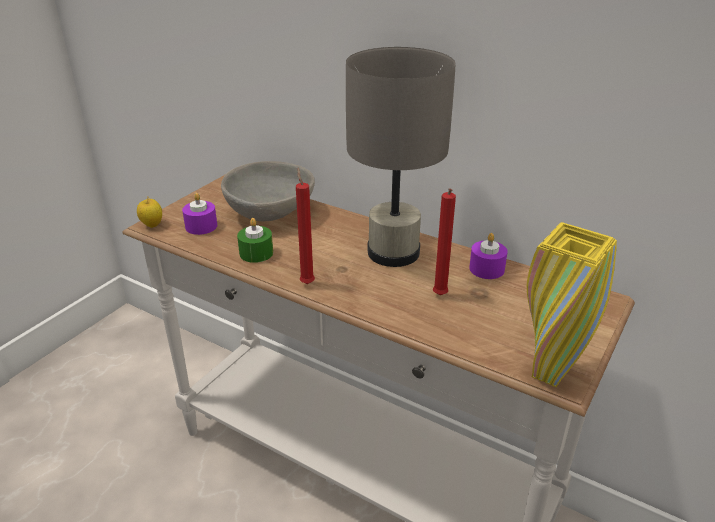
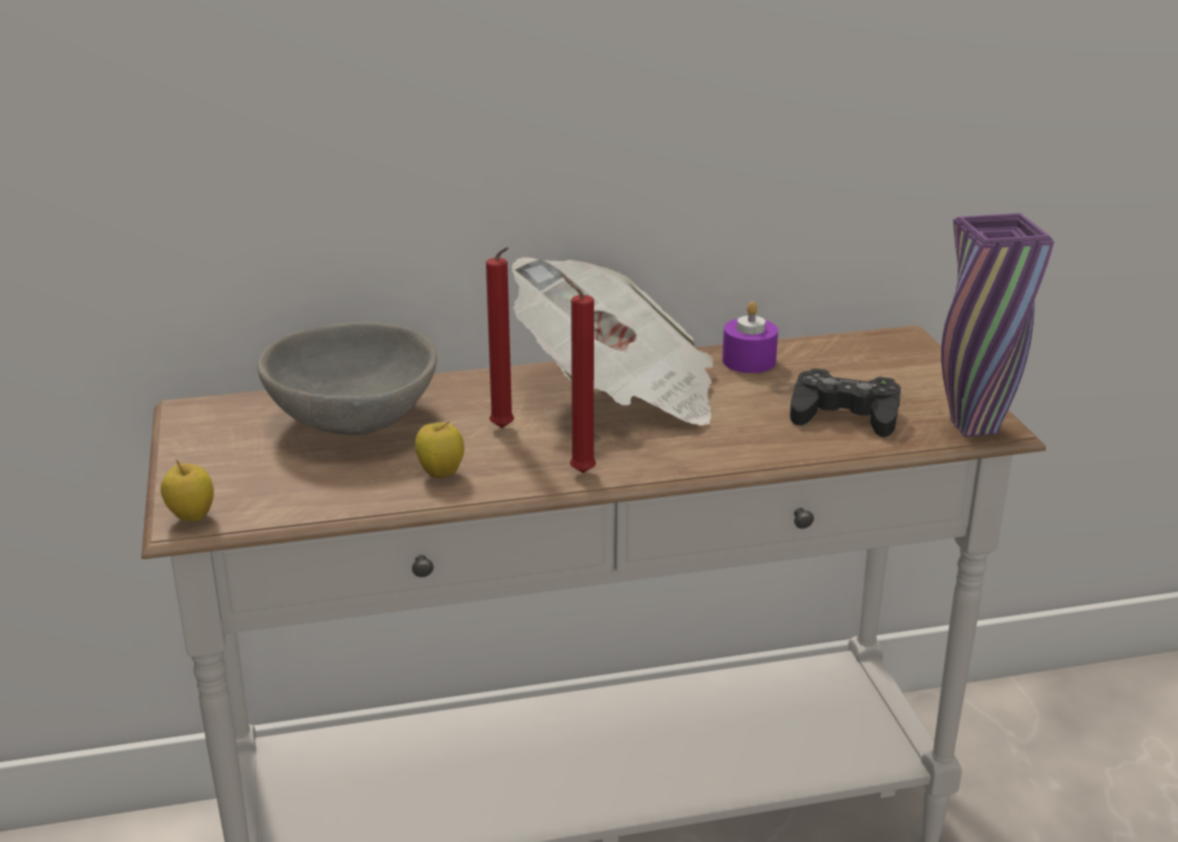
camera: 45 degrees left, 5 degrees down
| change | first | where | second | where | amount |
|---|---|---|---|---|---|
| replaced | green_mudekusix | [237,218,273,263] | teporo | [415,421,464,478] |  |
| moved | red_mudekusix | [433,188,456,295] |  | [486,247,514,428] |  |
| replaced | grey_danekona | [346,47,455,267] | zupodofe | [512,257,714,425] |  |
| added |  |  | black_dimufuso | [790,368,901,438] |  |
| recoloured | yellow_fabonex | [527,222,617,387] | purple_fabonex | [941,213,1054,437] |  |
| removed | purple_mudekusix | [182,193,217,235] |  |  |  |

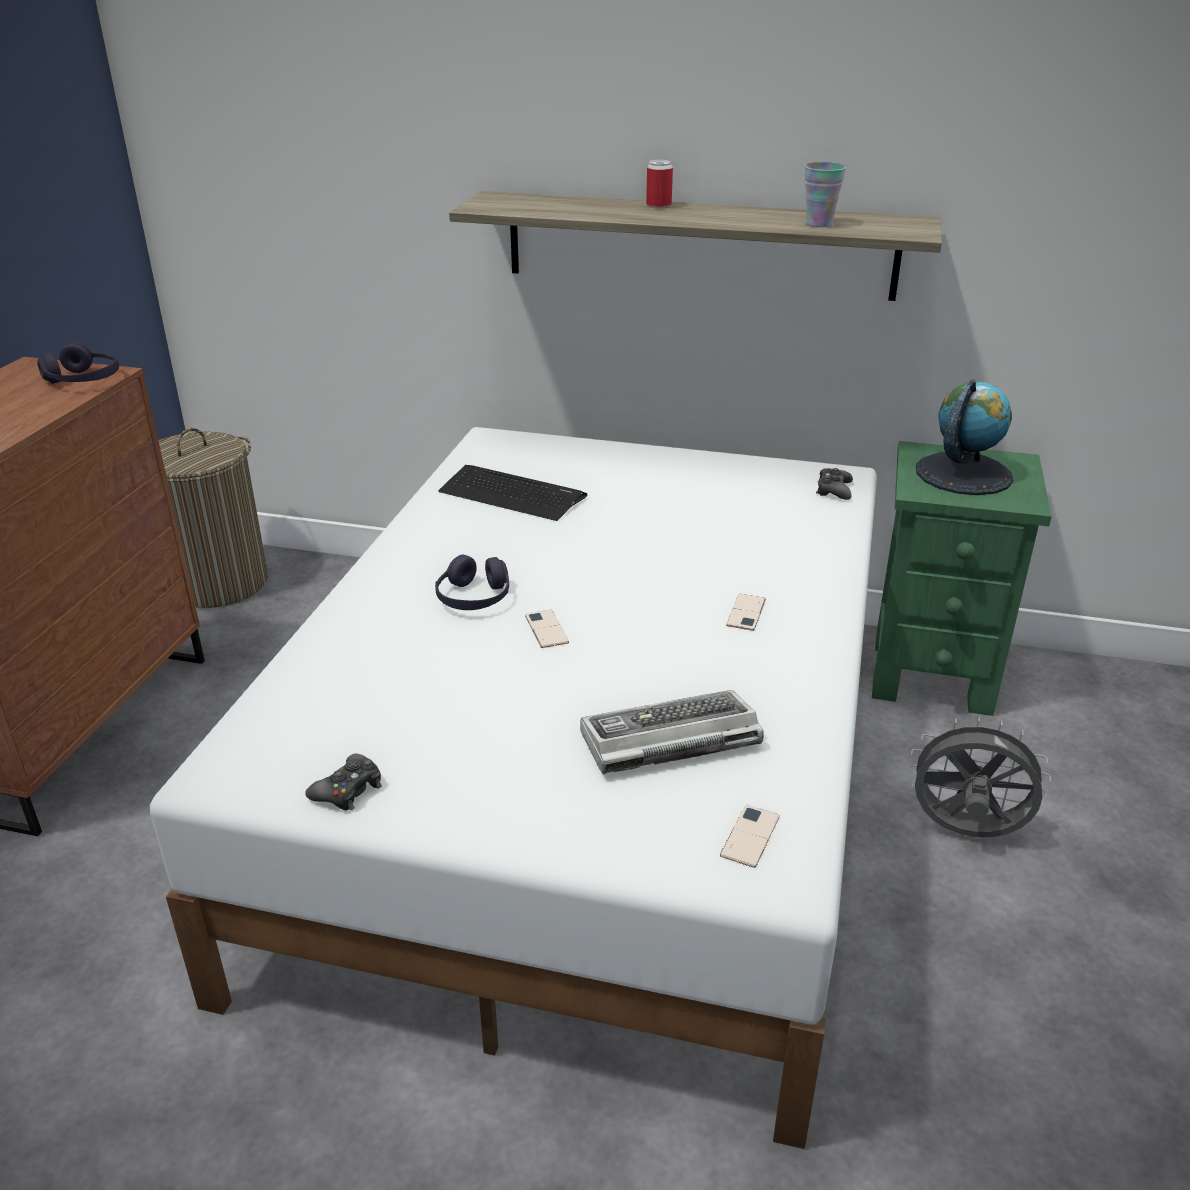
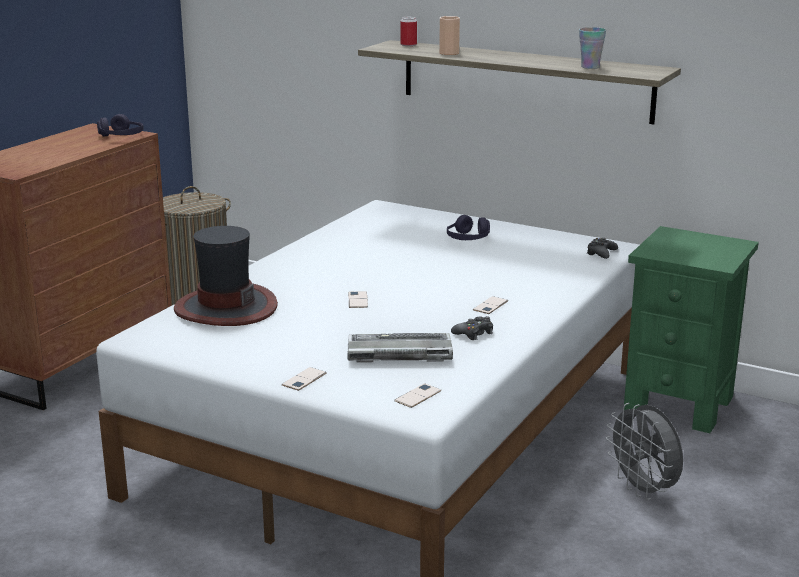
camera: 15 degrees right, 10 degrees down
| change | first | where | second | where | amount |
|---|---|---|---|---|---|
| added |  |  | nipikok | [174,226,278,326] |  |
| added |  |  | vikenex | [282,367,327,391] |  |
| moved | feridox | [646,160,673,208] |  | [400,17,417,46] |  |
| added |  |  | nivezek | [439,16,460,55] |  |
| moved | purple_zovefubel | [435,555,509,610] |  | [447,215,490,240] |  |
| moved | black_dimufuso | [305,753,382,810] |  | [451,316,493,340] |  |
| turned | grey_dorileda | [908,716,1051,837] |  | [606,403,683,500] | 150 degrees counterclockwise |
| removed | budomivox | [438,465,588,521] |  |  |  |
| removed | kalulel | [916,379,1013,495] |  |  |  |

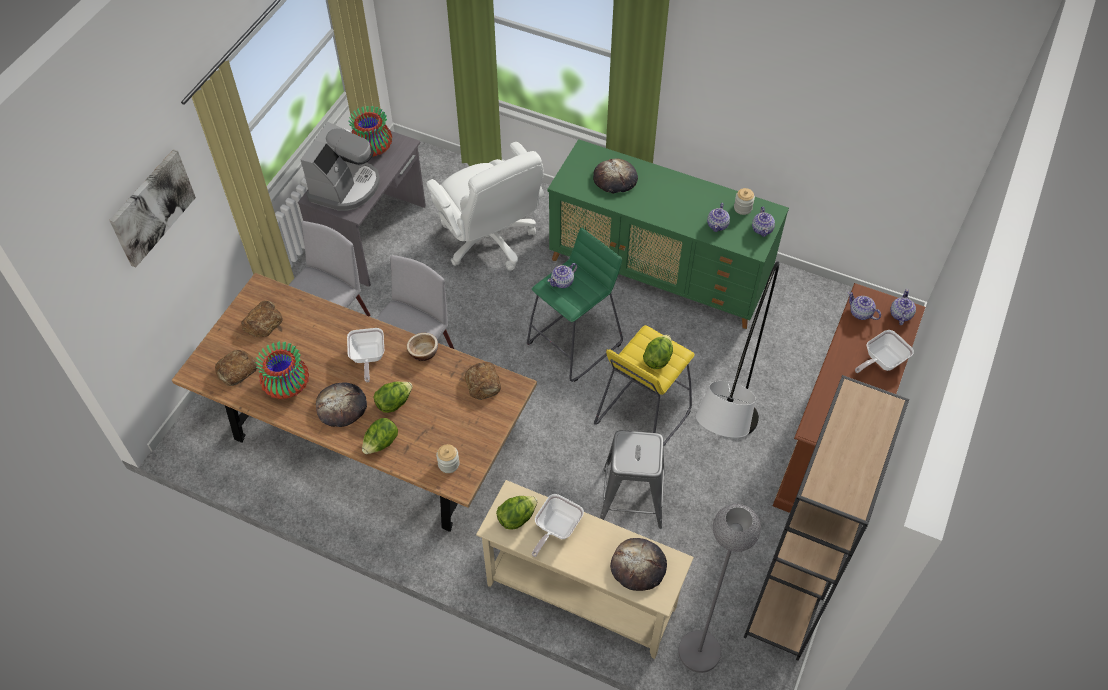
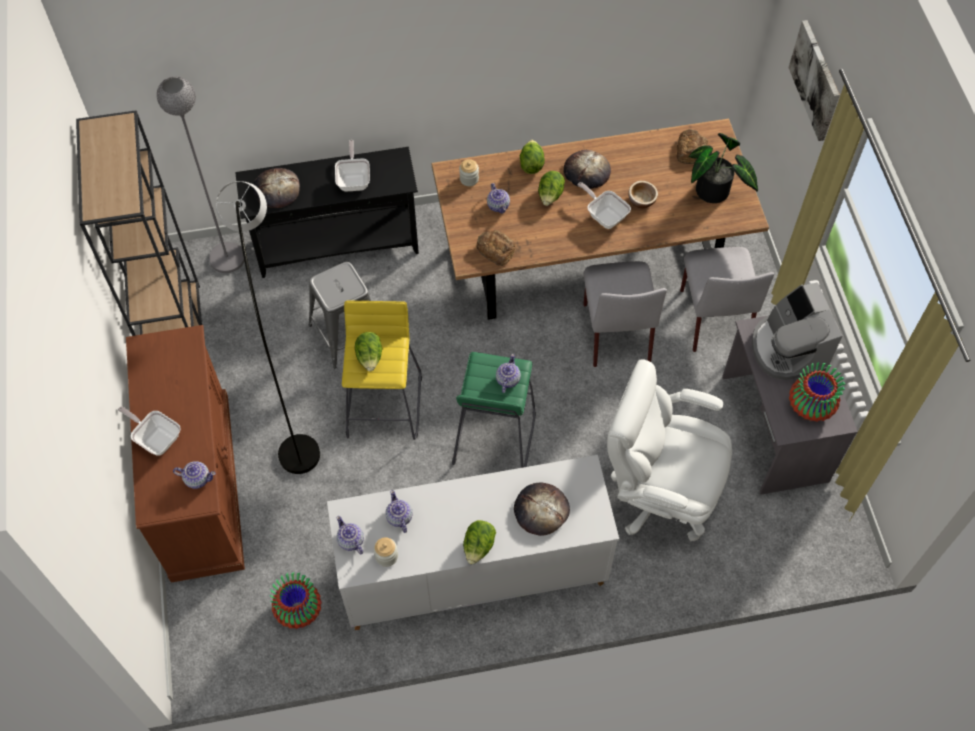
camera: 145 degrees right, 5 degrees up
| change | first | where | second | where | amount |
|---|---|---|---|---|---|
| turned | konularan | [855,330,914,373] |  | [118,406,181,455] | 75 degrees counterclockwise |
| recoloured | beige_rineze | [476,480,694,659] | black_rineze | [235,147,419,278] |  |
| moved | fabonex | [255,341,309,400] |  | [270,572,322,629] |  |
| recoloured | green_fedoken | [547,139,789,329] | white_fedoken | [327,455,619,630] |  |
| moved | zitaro | [496,496,538,530] |  | [463,520,496,564] |  |
| moved | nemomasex | [890,289,916,325] |  | [487,183,510,214] |  |
| moved | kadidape | [407,333,438,361] |  | [629,181,658,208] |  |
| replaced | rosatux | [241,301,283,338] | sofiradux | [688,133,758,203] |  |

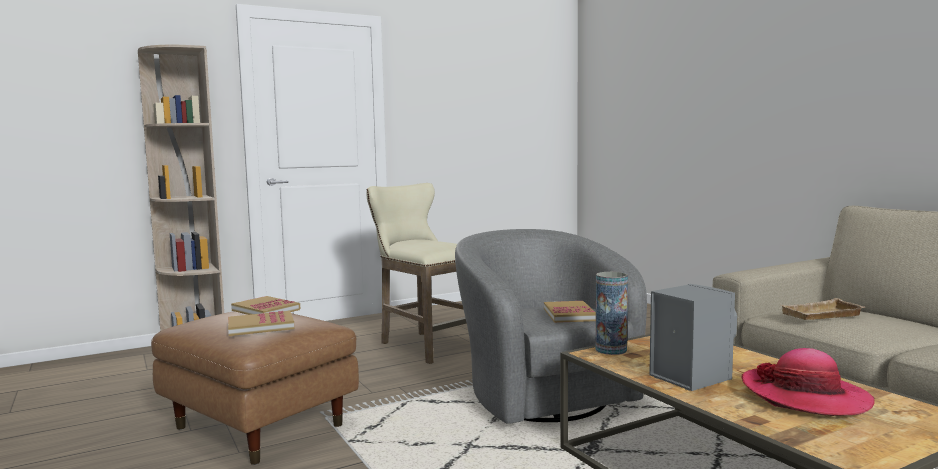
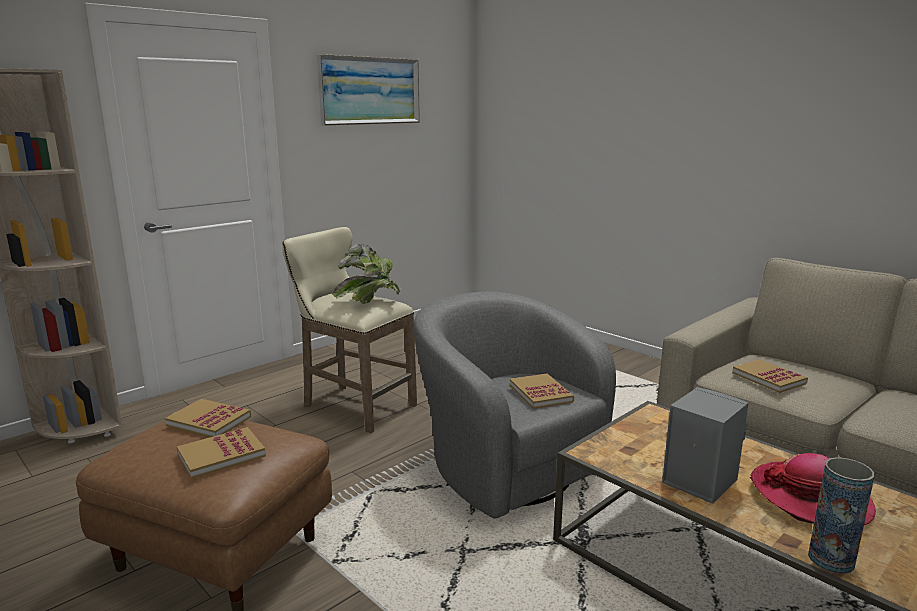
camera: 15 degrees left, 10 degrees up
| change | first | where | second | where | amount |
|---|---|---|---|---|---|
| added |  |  | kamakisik | [317,54,420,125] |  |
| added |  |  | sofiradux | [332,244,401,304] |  |
| replaced | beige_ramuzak | [781,298,865,320] | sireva | [732,359,808,393] |  |
| moved | fabonex | [596,272,628,355] |  | [808,457,874,574] |  |

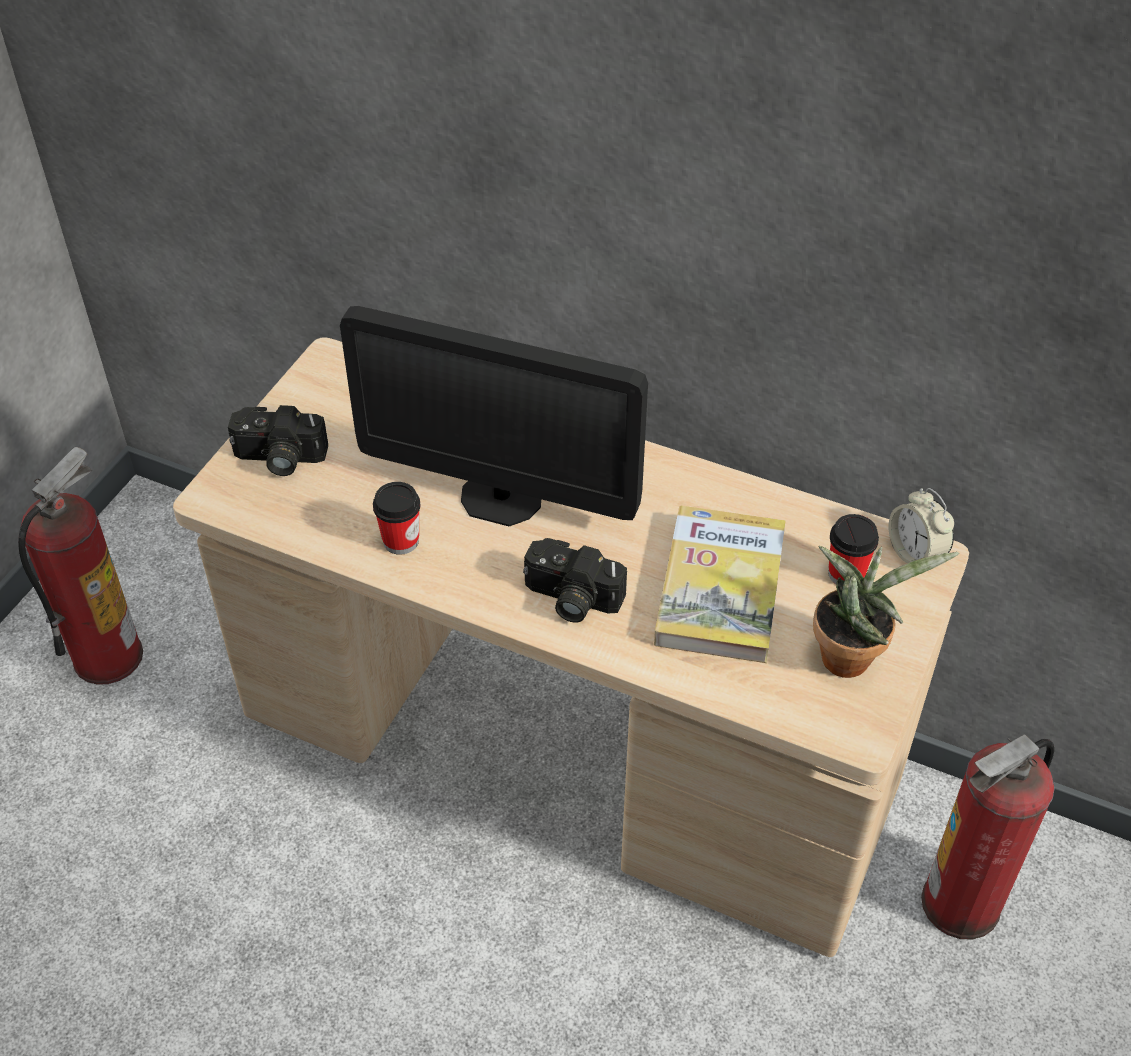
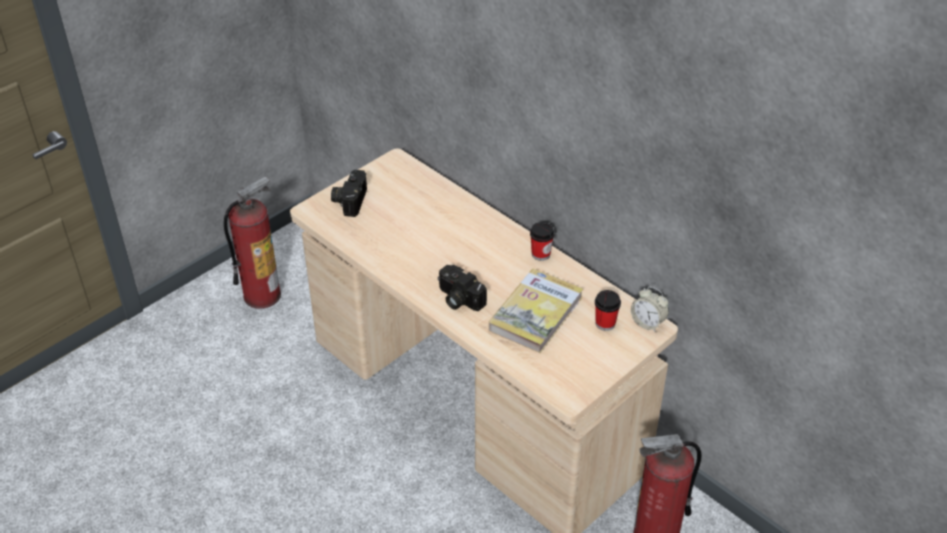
camera: 20 degrees right, 5 degrees down
| change | first | where | second | where | amount |
|---|---|---|---|---|---|
| turned | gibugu | [228,405,328,476] |  | [331,170,367,217] | 75 degrees clockwise |
| moved | nivezek | [373,482,421,555] |  | [530,222,554,261] |  |
| turned | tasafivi | [889,488,954,564] |  | [631,287,669,332] | 45 degrees counterclockwise |
| removed | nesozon | [340,306,648,527] |  |  |  |
| removed | sofiradux | [813,546,959,678] |  |  |  |

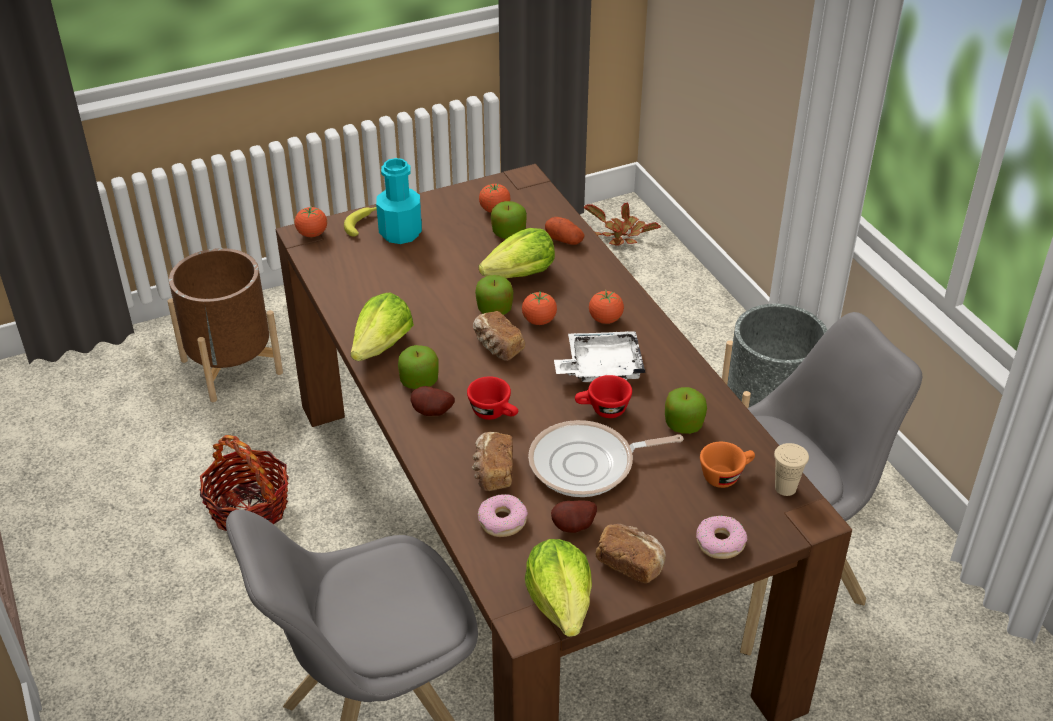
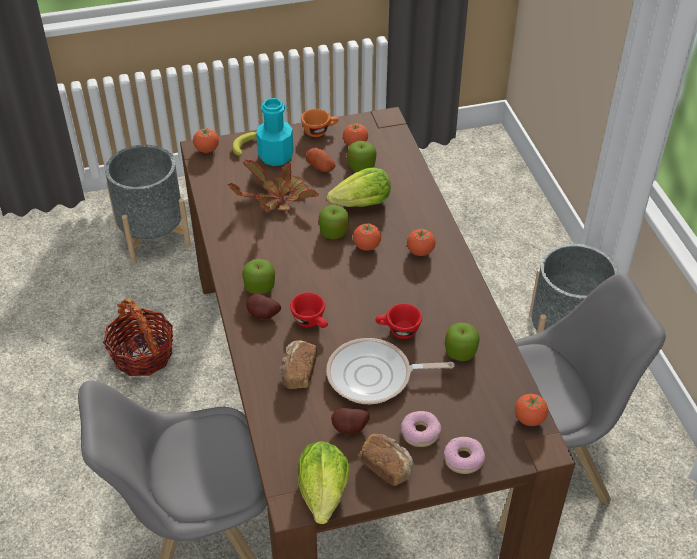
camera: 10 degrees right, 5 degrees up
| change | first | where | second | where | amount |
|---|---|---|---|---|---|
| recoloured | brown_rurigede | [167,248,283,402] | grey_rurigede | [105,145,191,264] |  |
| moved | sofiradux | [583,203,661,246] |  | [228,160,319,211] |  |
| moved | orange_nivezek | [700,442,755,488] |  | [301,109,338,137] |  |
| moved | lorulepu | [545,217,584,245] |  | [306,148,336,172] |  |
| moved | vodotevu | [478,494,528,537] |  | [401,411,442,447] |  |
| replaced | beige_nivezek | [774,443,809,496] | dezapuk | [515,394,548,426] |  |
| removed | zitaro | [350,293,414,361] |  |  |  |
| removed | rosatux | [473,311,525,361] |  |  |  |
| removed | white_ramuzak | [554,331,646,382] |  |  |  |

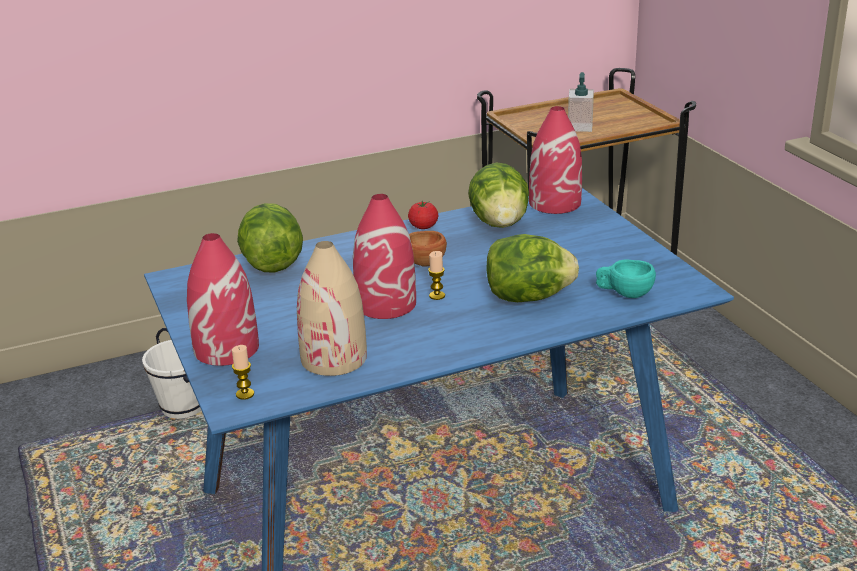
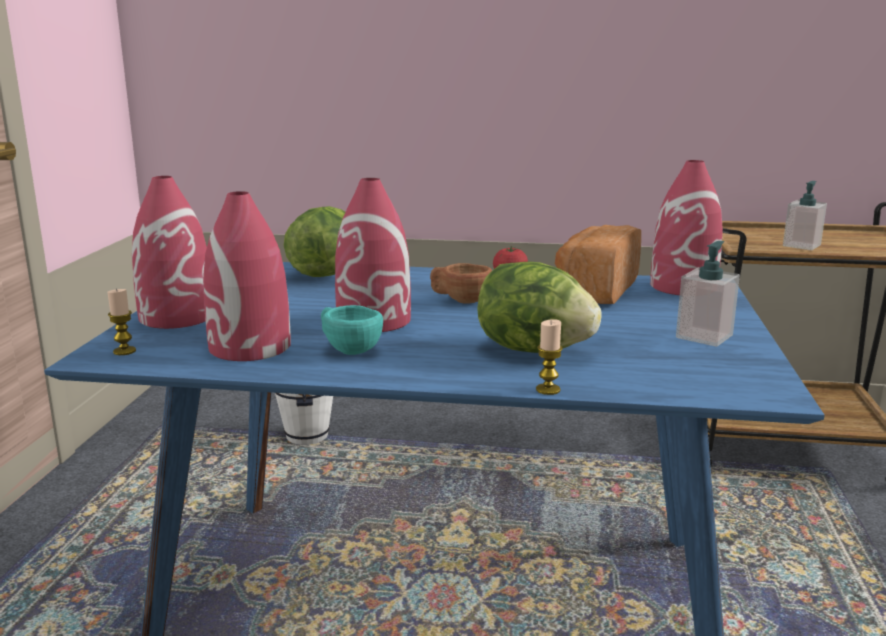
camera: 30 degrees right, 10 degrees down
| change | first | where | second | where | amount |
|---|---|---|---|---|---|
| recoloured | beige_fabonex | [297,241,367,376] | red_fabonex | [203,191,291,361] |  |
| moved | turquoise_nivezek | [596,260,656,298] |  | [321,305,383,355] |  |
| moved | mudekusix | [428,251,445,300] |  | [536,319,563,395] |  |
| replaced | zitaro | [468,163,529,228] | rosatux | [555,225,641,304] |  |
| added |  |  | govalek | [676,241,740,347] |  |

